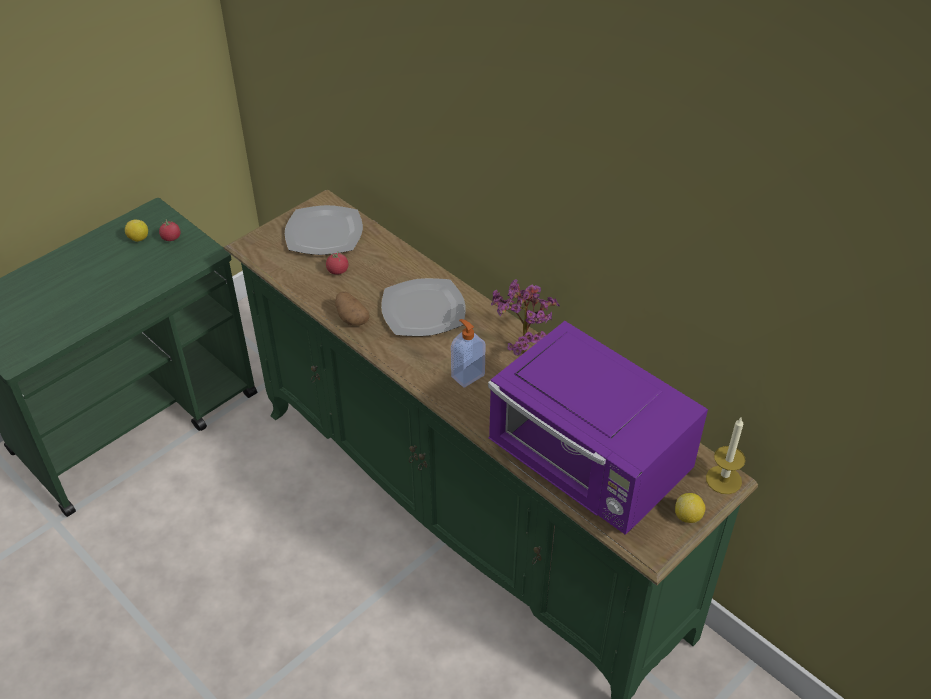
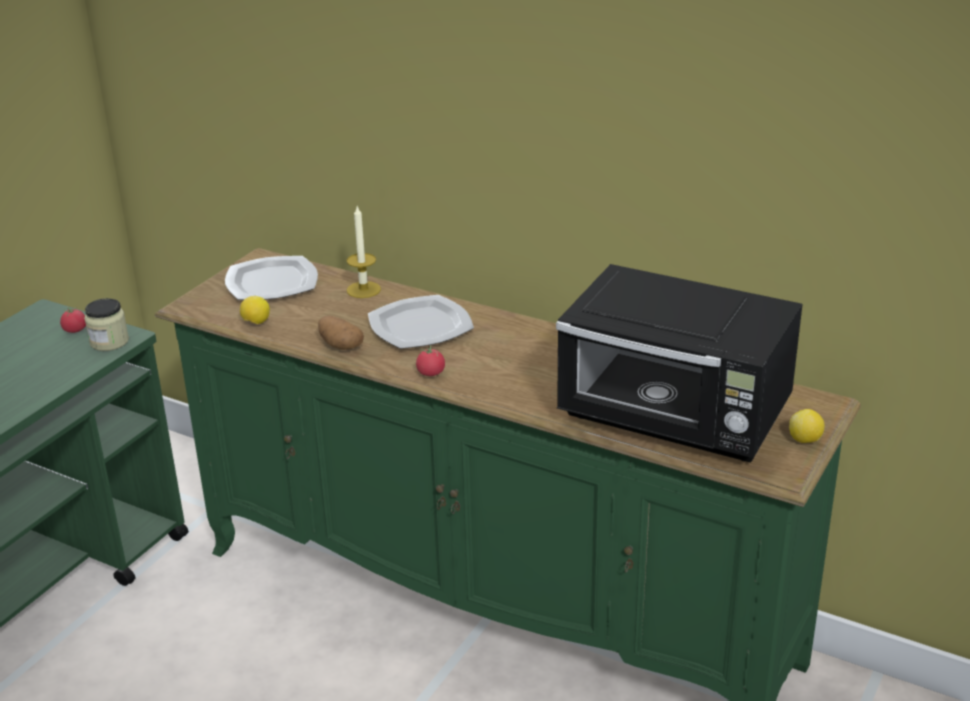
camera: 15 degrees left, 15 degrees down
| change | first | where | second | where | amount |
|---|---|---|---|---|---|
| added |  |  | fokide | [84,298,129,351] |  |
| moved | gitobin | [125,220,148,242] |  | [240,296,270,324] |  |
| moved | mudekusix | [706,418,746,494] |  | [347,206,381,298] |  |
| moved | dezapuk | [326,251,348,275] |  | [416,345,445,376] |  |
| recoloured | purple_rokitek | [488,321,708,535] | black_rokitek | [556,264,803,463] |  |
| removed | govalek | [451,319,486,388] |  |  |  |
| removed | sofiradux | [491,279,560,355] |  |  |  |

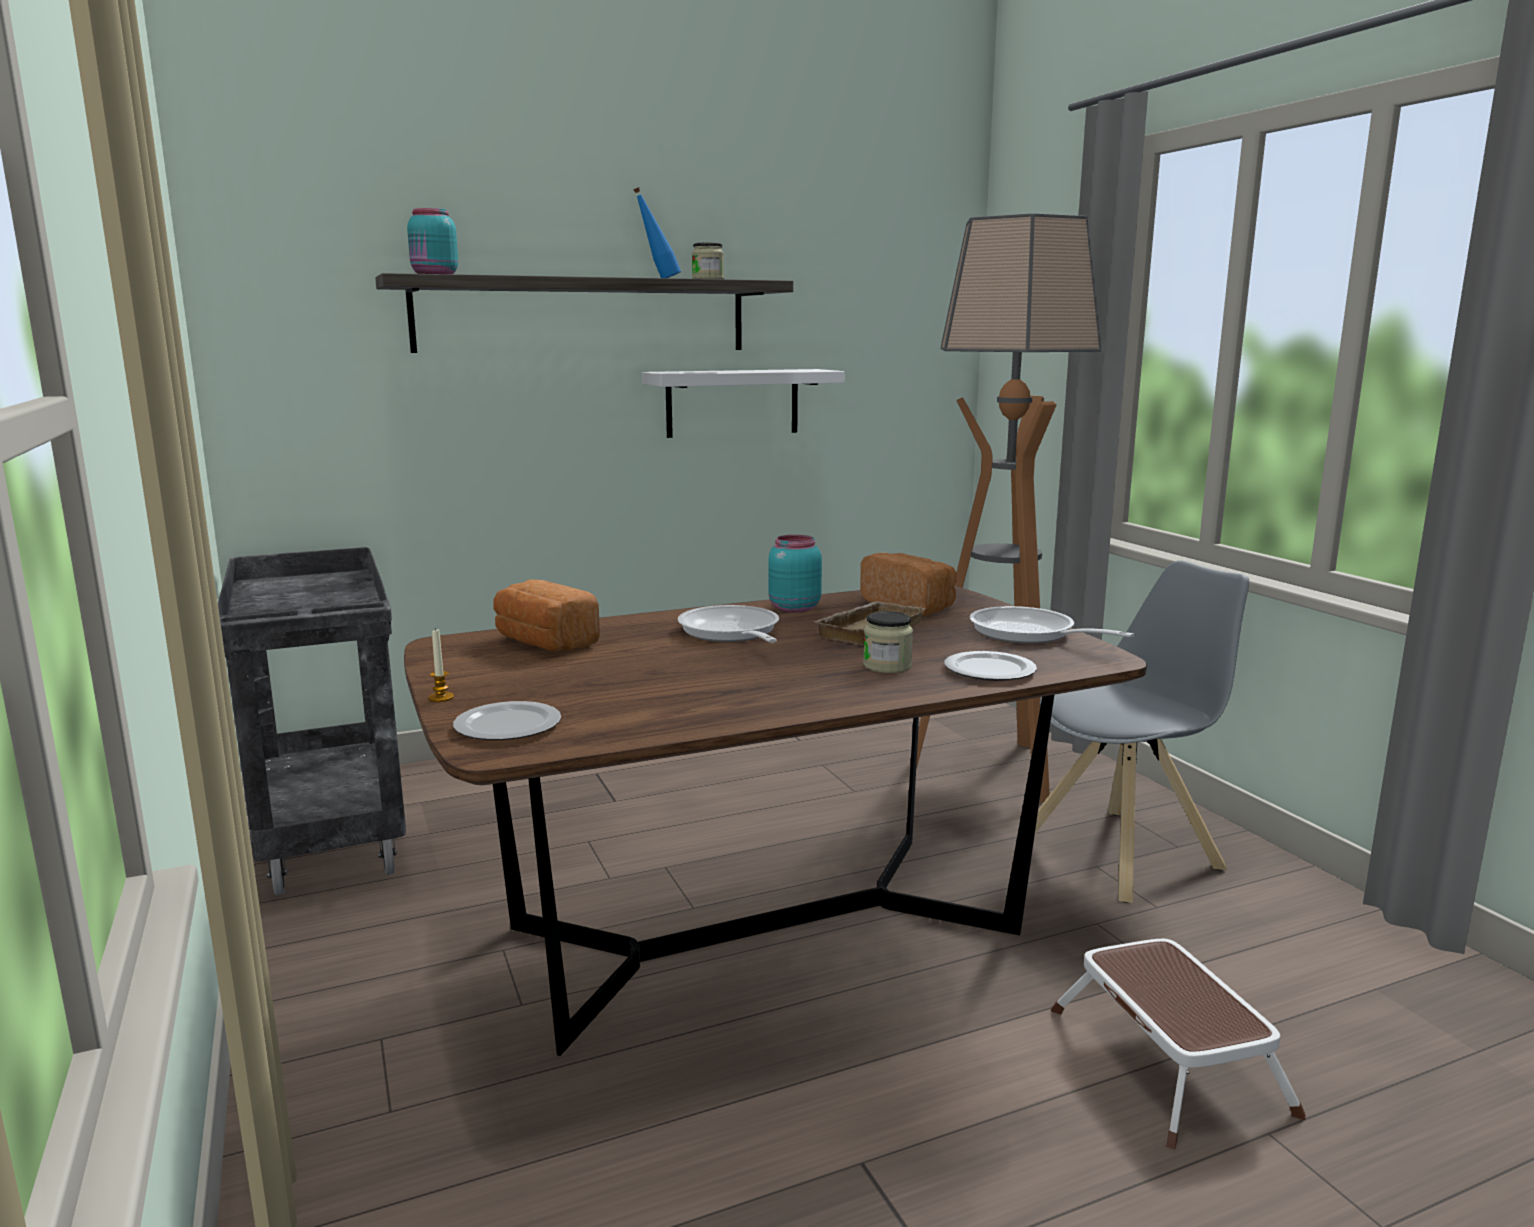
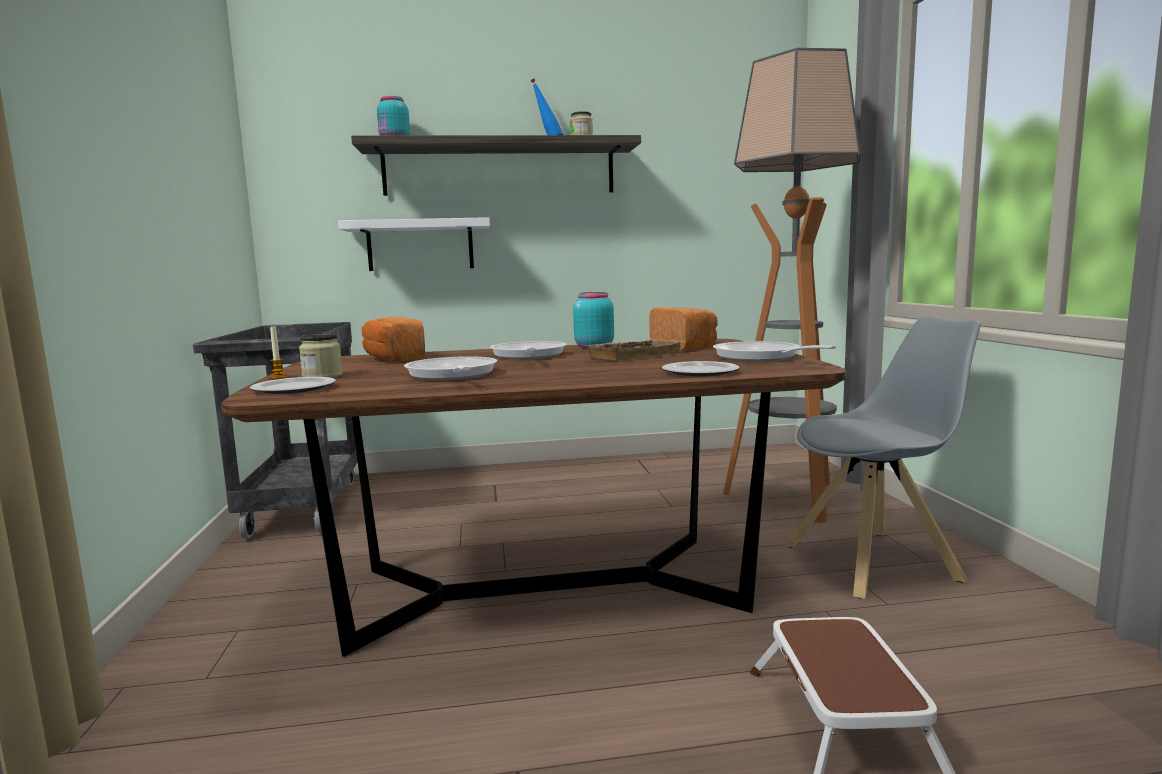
camera: 15 degrees right, 5 degrees down
| change | first | where | second | where | amount |
|---|---|---|---|---|---|
| moved | fokide | [863,611,913,673] |  | [299,334,343,378] |  |
| moved | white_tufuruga | [642,369,845,438] |  | [338,217,490,271] |  |
| added |  |  | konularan | [404,356,497,381] |  |

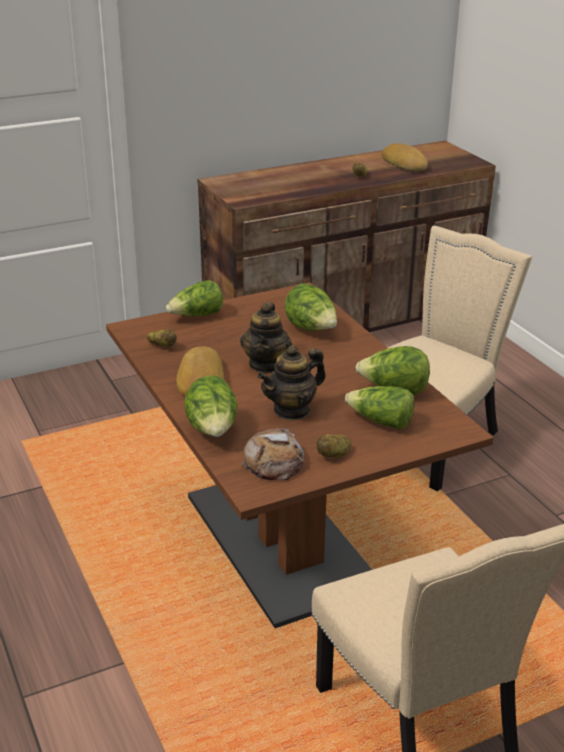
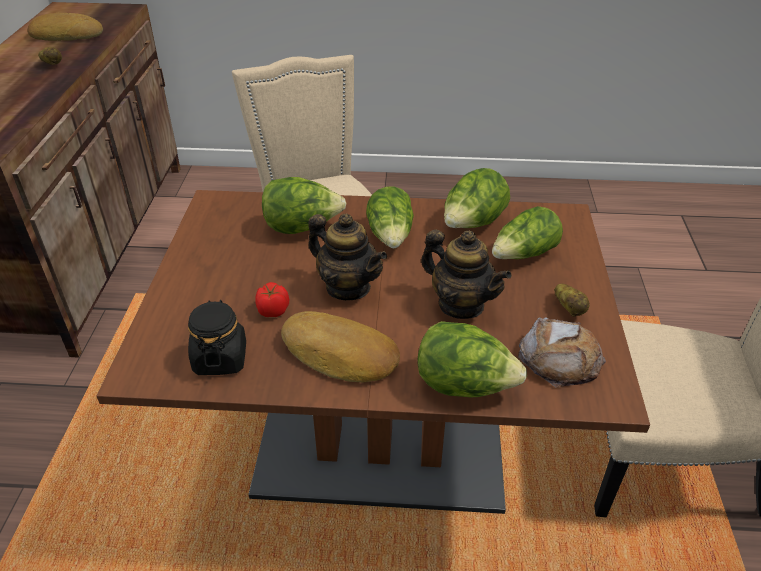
camera: 60 degrees left, 10 degrees up
| change | first | where | second | where | amount |
|---|---|---|---|---|---|
| replaced | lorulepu | [147,329,177,347] | black_fokide | [188,300,246,375] |  |
| added |  |  | dezapuk | [255,282,289,317] |  |
| moved | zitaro | [166,280,223,316] |  | [366,186,414,248] |  |
| turned | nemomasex | [258,345,326,420] |  | [421,230,512,319] | 45 degrees counterclockwise |

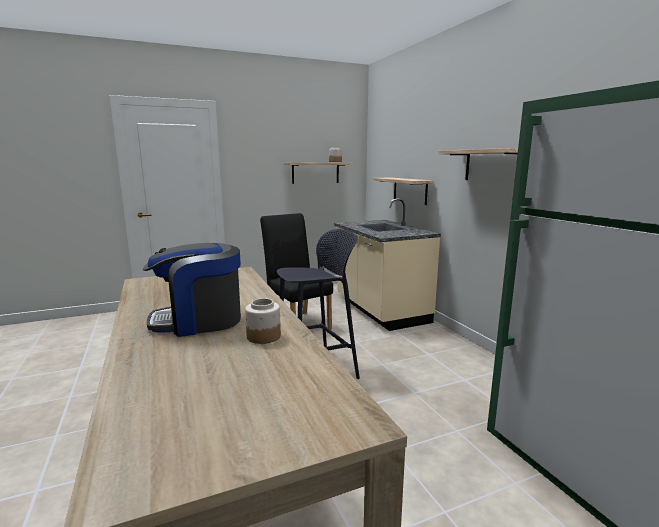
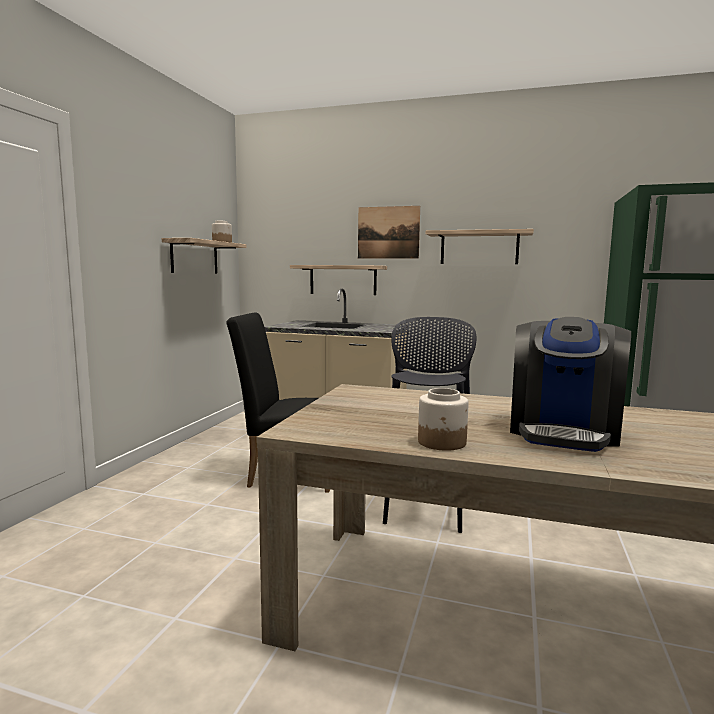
camera: 50 degrees left, 5 degrees down
| change | first | where | second | where | amount |
|---|---|---|---|---|---|
| added |  |  | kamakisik | [358,206,420,259] |  |
| moved | fokide | [245,298,281,344] |  | [418,388,469,451] |  |

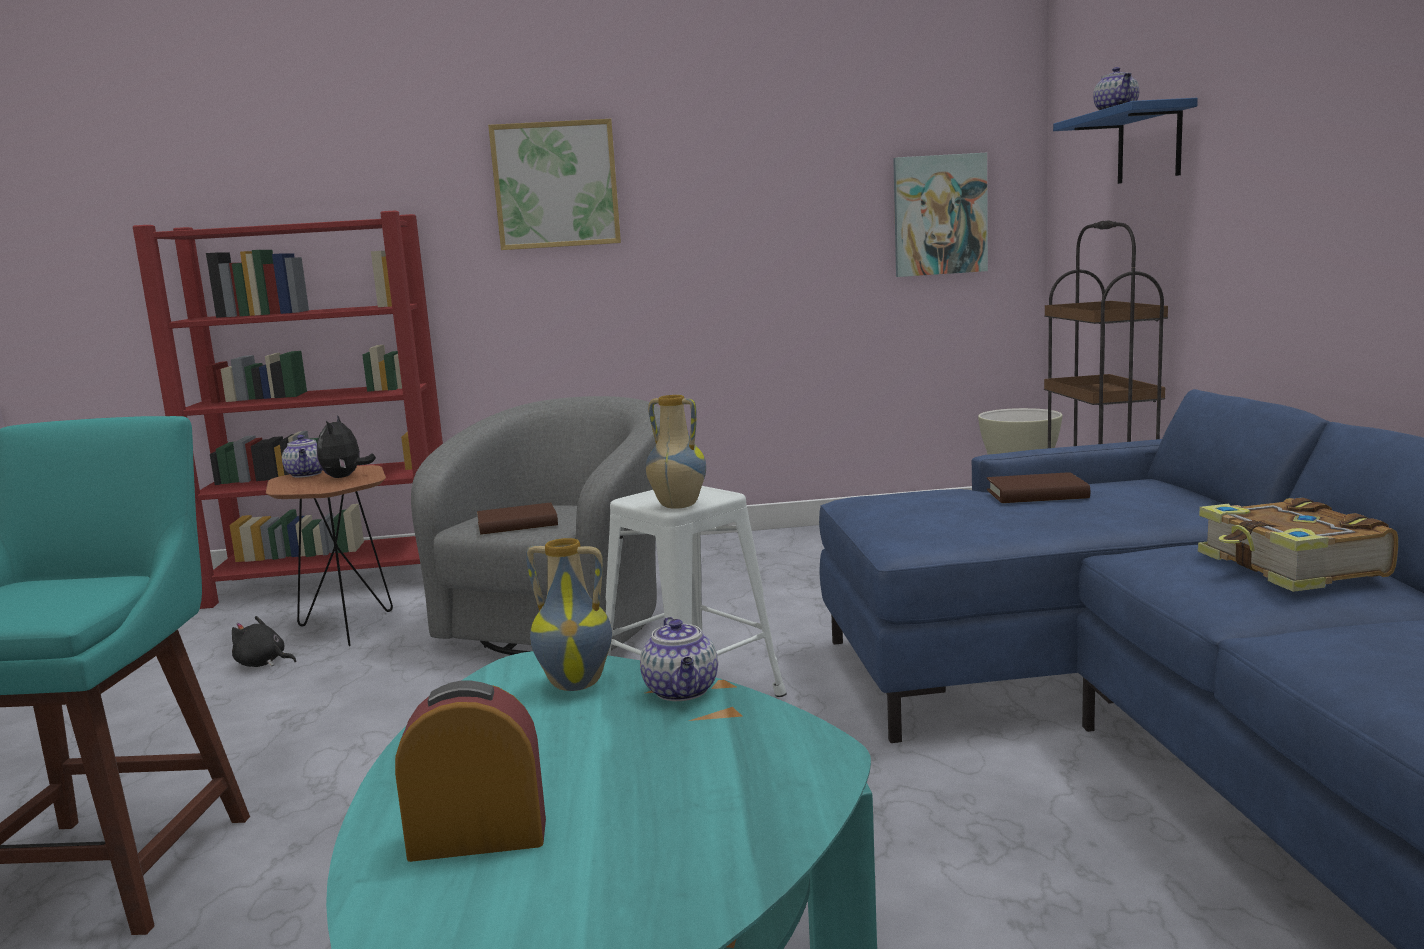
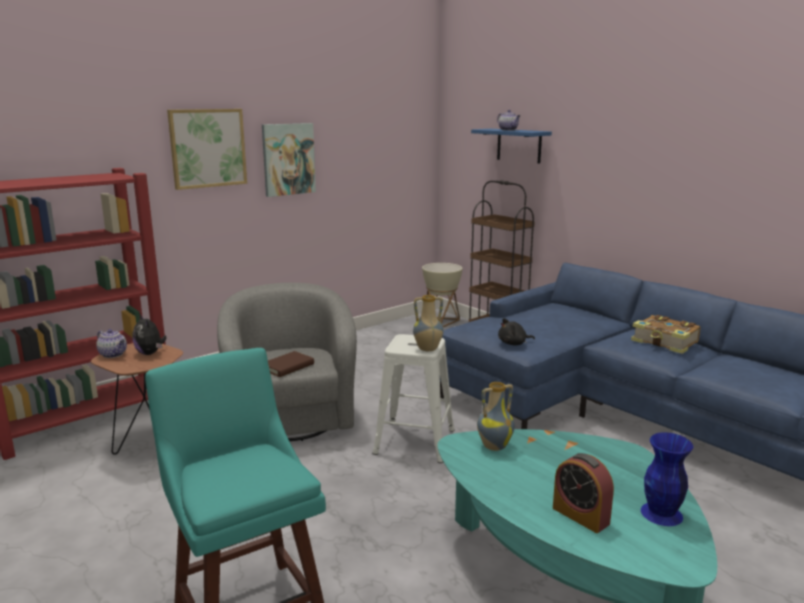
camera: 35 degrees left, 5 degrees up
| change | first | where | second | where | amount |
|---|---|---|---|---|---|
| moved | kamakisik | [893,153,988,277] |  | [262,123,316,197] |  |
| moved | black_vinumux | [232,616,297,667] |  | [498,318,535,346] |  |
| turned | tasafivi | [395,681,546,862] |  | [553,453,614,533] | 90 degrees counterclockwise |
| added |  |  | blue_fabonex | [641,432,693,526] |  |
| removed | nemomasex | [640,617,718,701] |  |  |  |
| removed | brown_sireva | [987,472,1090,503] |  |  |  |

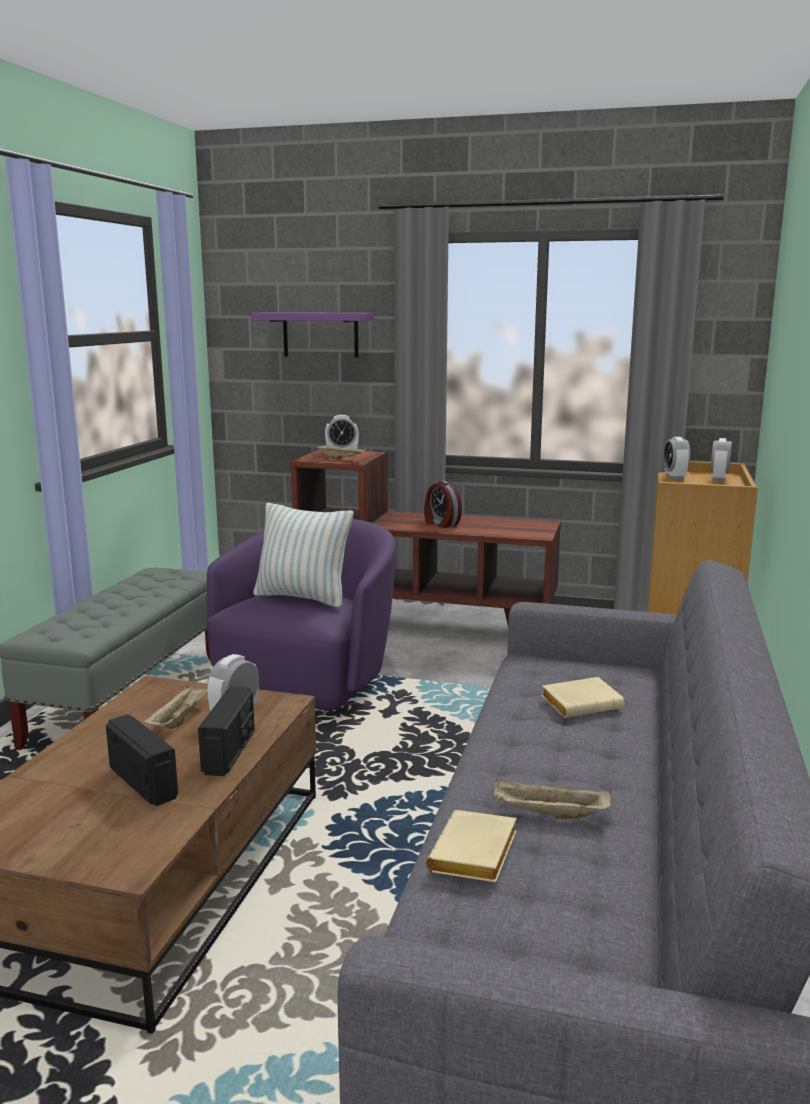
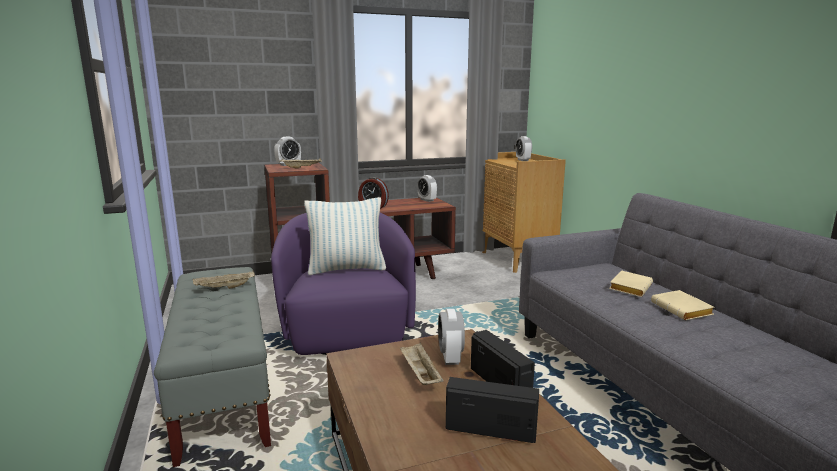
camera: 35 degrees left, 0 degrees up
| change | first | where | second | where | amount |
|---|---|---|---|---|---|
| moved | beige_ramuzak | [494,779,611,819] |  | [193,270,255,289] |  |
| moved | tasafivi | [663,437,691,480] |  | [417,175,437,202] |  |
| moved | beige_sireva | [427,810,517,883] |  | [651,290,715,320] |  |
| removed | purple_tufuruga | [251,312,374,358] |  |  |  |

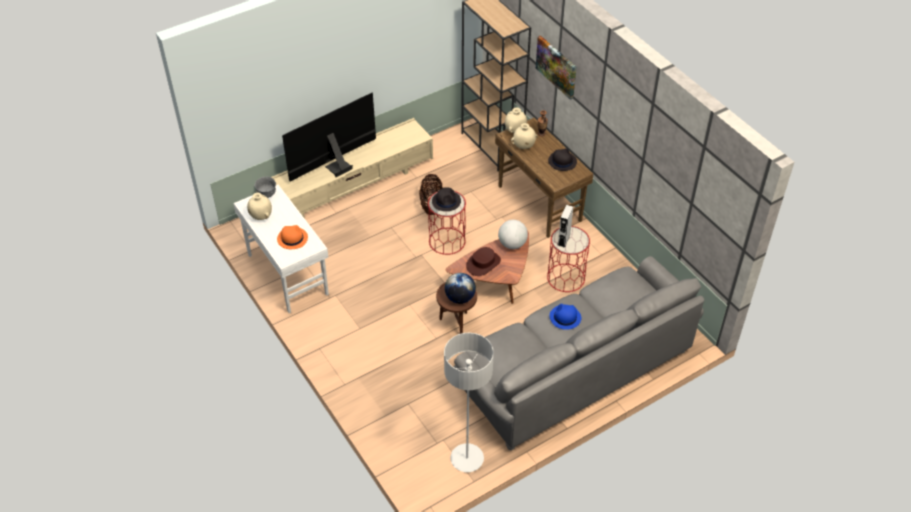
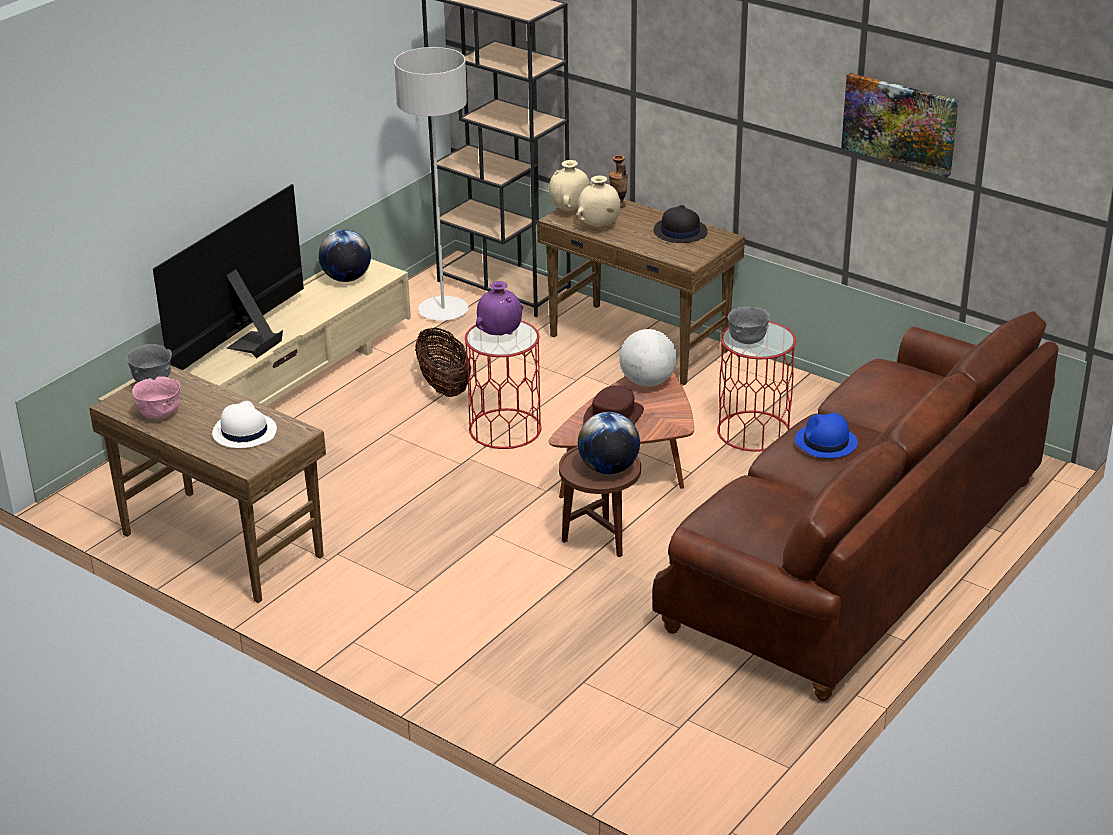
camera: 20 degrees left, 15 degrees down
| change | first | where | second | where | amount |
|---|---|---|---|---|---|
| recoloured | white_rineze | [233,185,329,313] | brown_rineze | [89,365,326,603] |  |
| replaced | beige_fabonex | [247,193,272,220] | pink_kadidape | [132,376,180,419] |  |
| recoloured | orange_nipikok | [277,225,308,249] | white_nipikok | [212,401,277,448] |  |
| added |  |  | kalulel | [319,230,371,282] |  |
| moved | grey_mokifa | [444,333,494,472] |  | [394,47,468,321] |  |
| replaced | black_nipikok | [432,187,461,211] | purple_fabonex | [476,281,523,336] |  |
| recoloured | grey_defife | [453,256,704,450] | brown_defife | [652,311,1059,701] |  |
| replaced | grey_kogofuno | [557,205,573,248] | grey_kadidape | [728,307,770,344] |  |
| moved | kamakisik | [536,36,576,100] |  | [841,73,959,177] |  |

